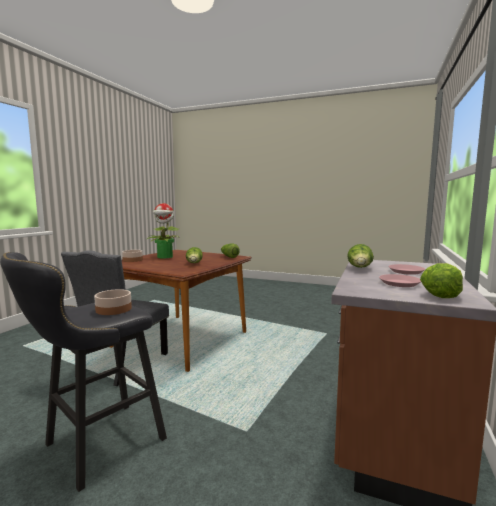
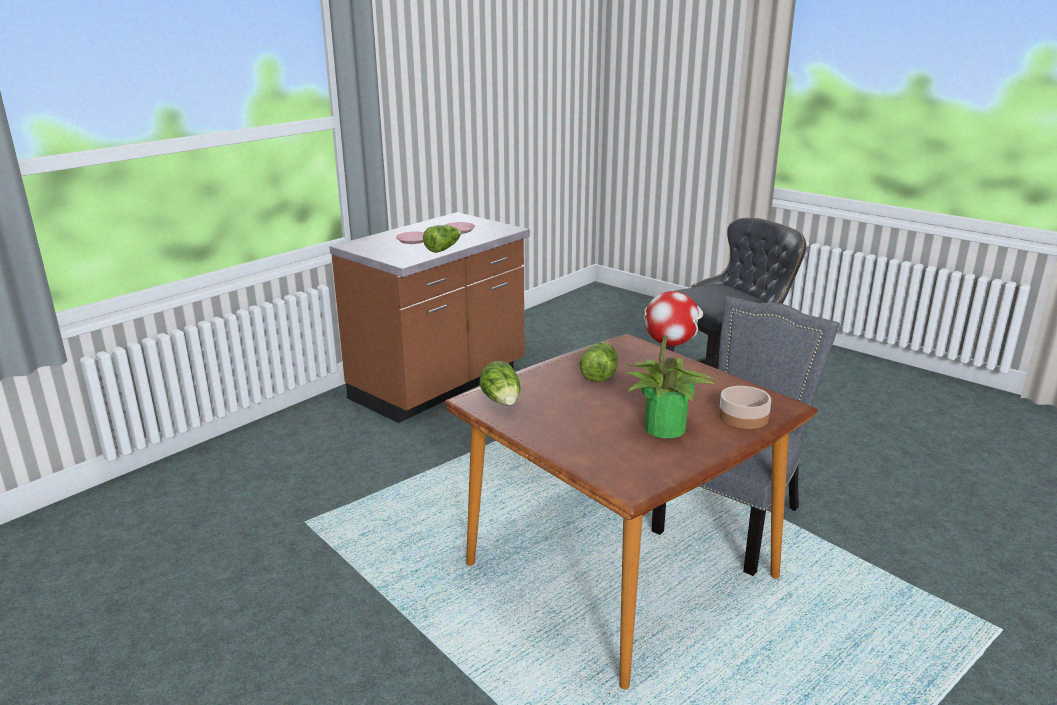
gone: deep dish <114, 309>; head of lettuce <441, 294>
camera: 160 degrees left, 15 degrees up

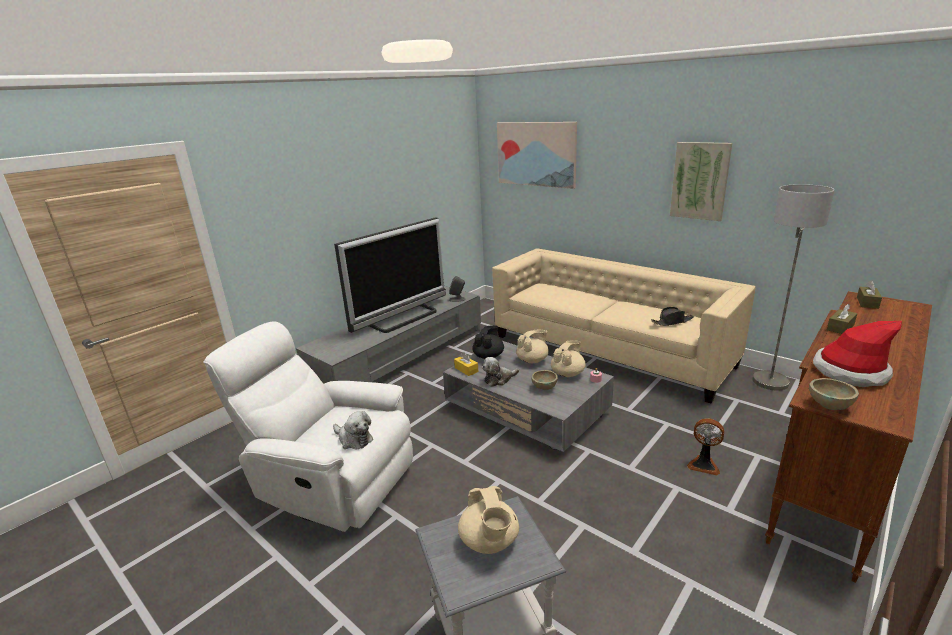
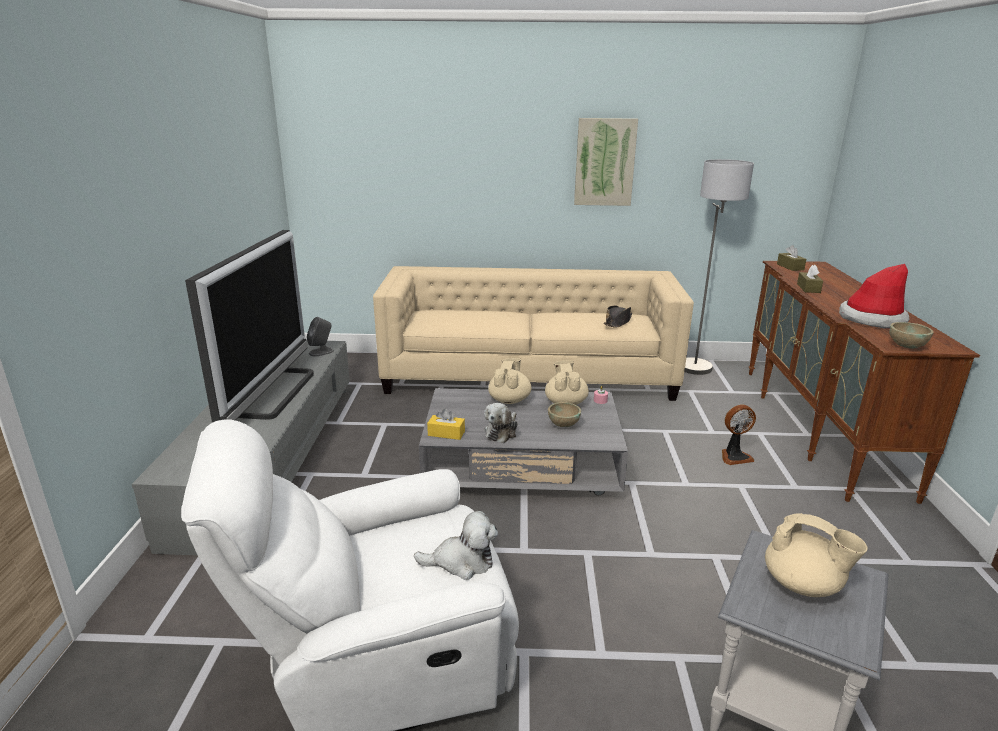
gone: black teapot <488, 356>; wall picture <536, 154>
camera: 40 degrees left, 0 degrees up

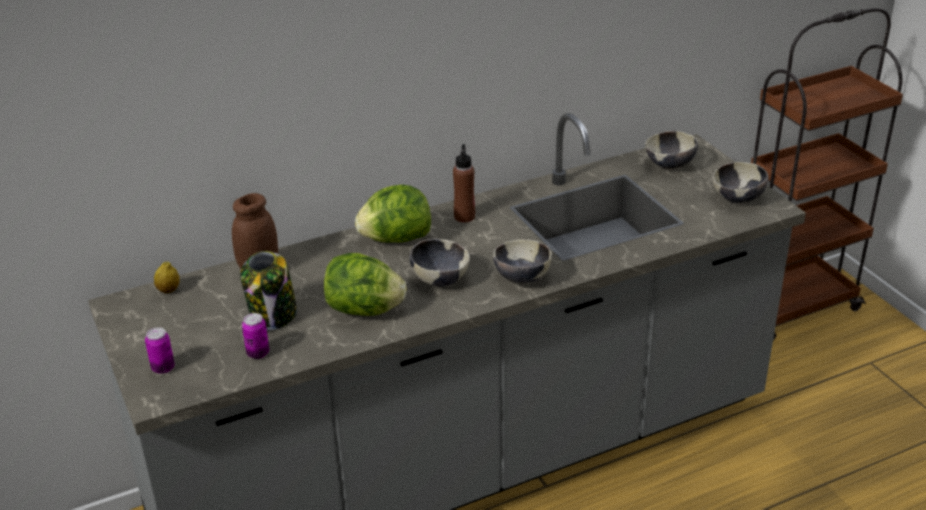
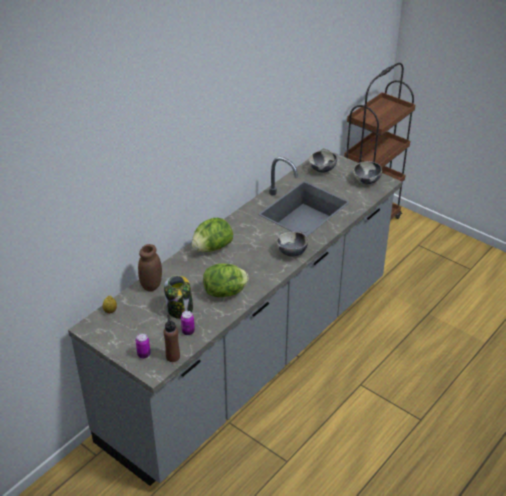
gone: deep dish <439, 279>
shifted: brown-coloured drink bottle <464, 216> to <173, 356>
camera: 25 degrees left, 5 degrees up

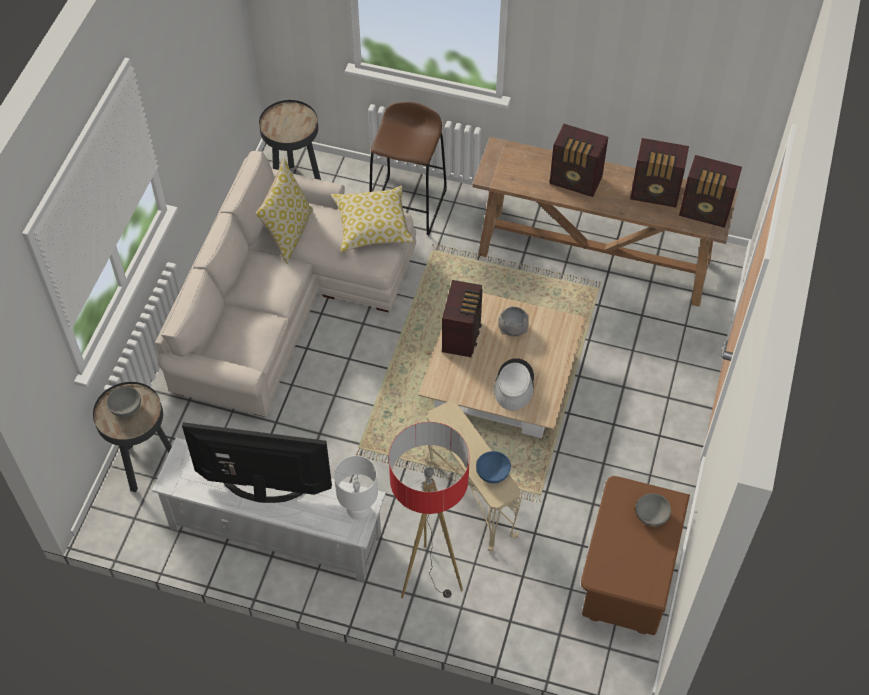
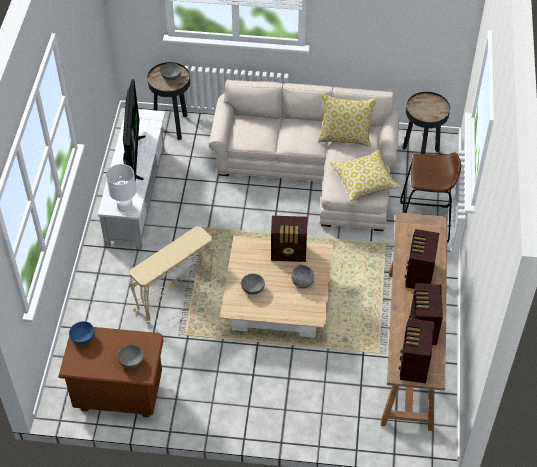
gone: floor lamp <430, 578>
shifted: bluish deep dish <493, 474> to <82, 338>
swapped: greyish hat <514, 385> to greyish deep dish <252, 289>
camera: 80 degrees right, 5 degrees down

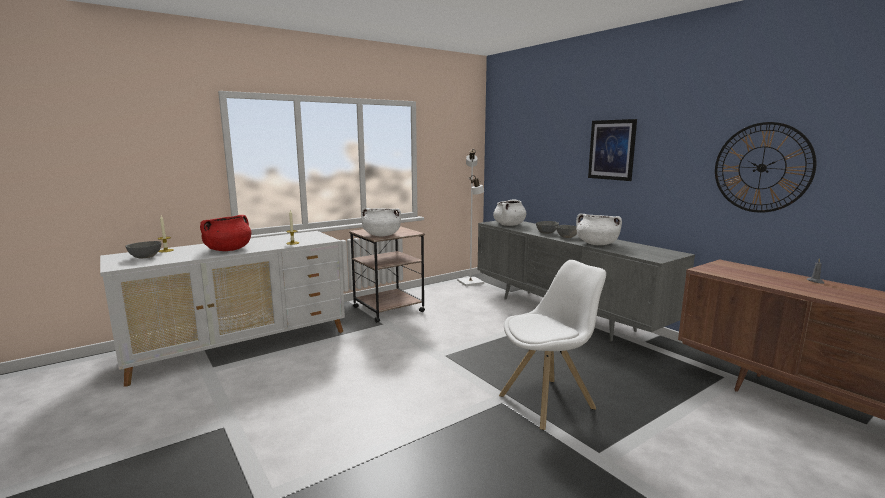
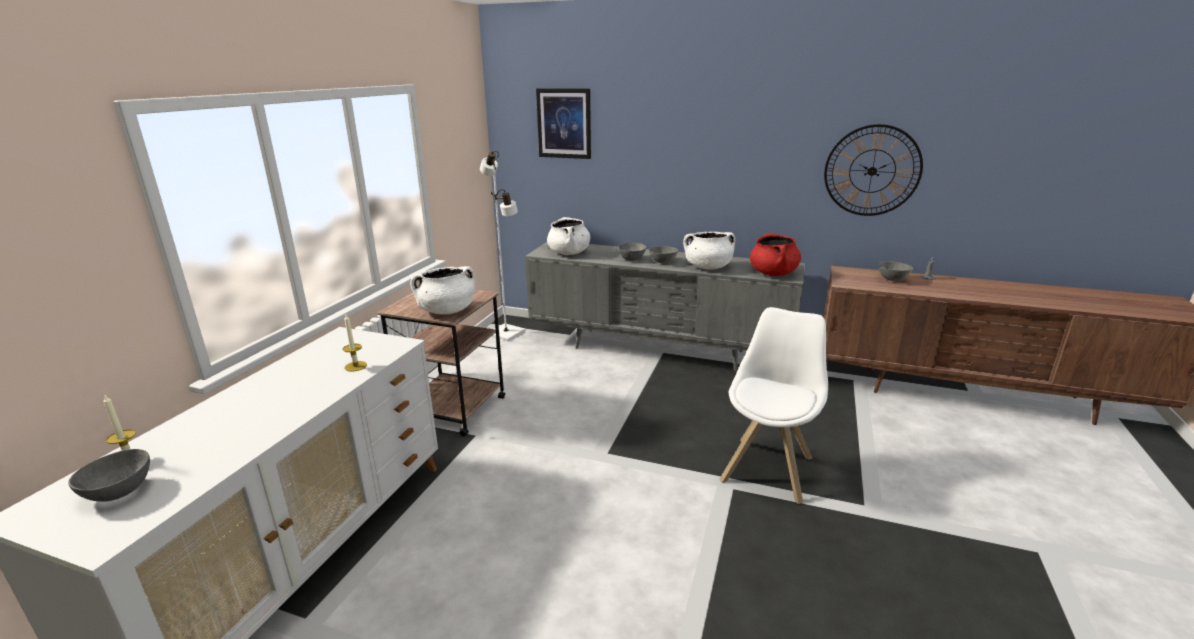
new: greyish deep dish <893, 279>
shifted: wall picture <612, 150> to <564, 123>; reddish saucepot <228, 250> to <773, 273>
camera: 35 degrees left, 10 degrees up

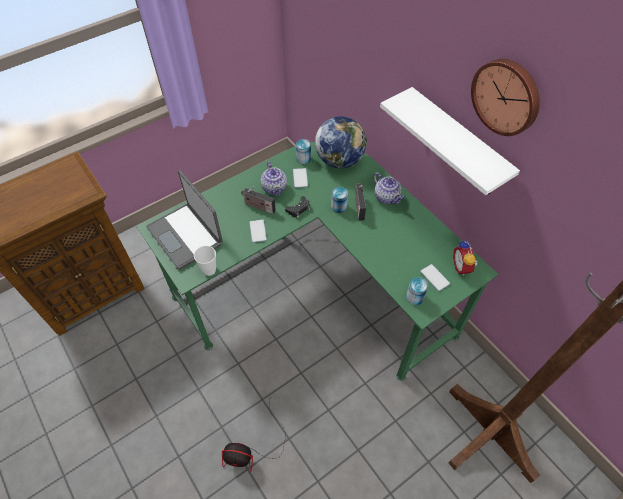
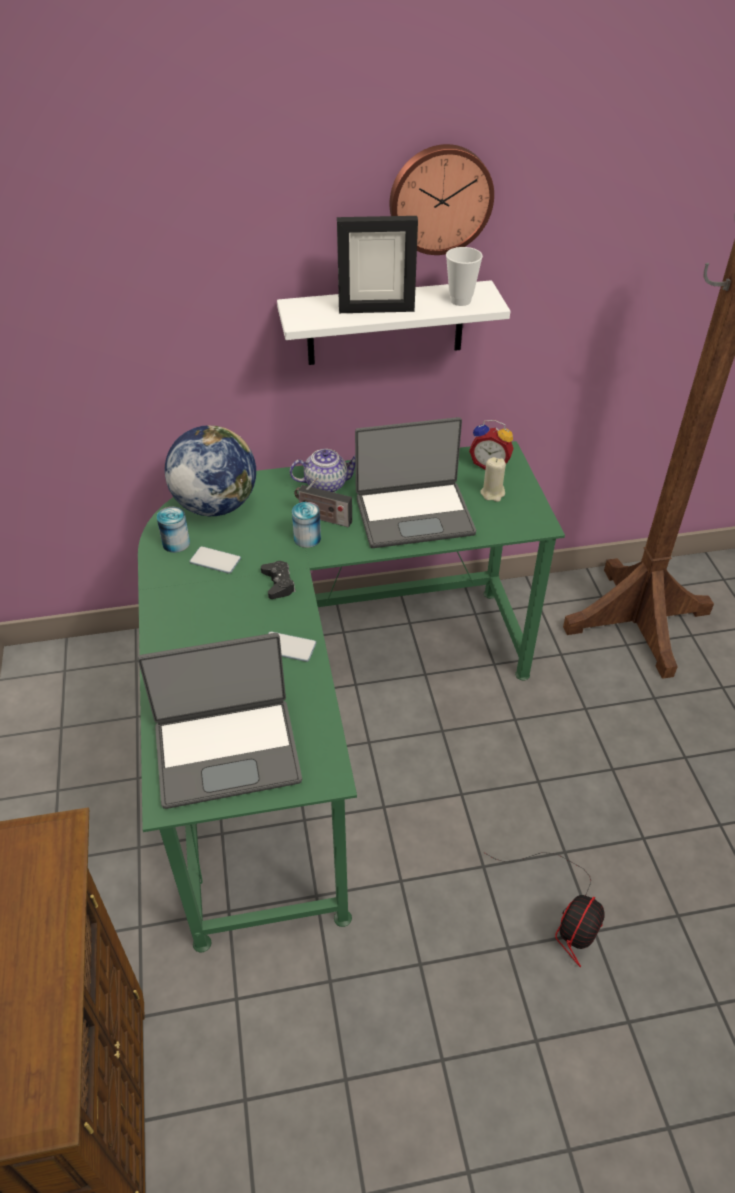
gone: radio <258, 207>; teapot <275, 188>; metal can <414, 297>
new: picture frame <376, 309>; laptop <414, 514>
shifted: cup <209, 270> to <460, 301>
swapped: handset <434, 278> to sand-coloured candle <492, 493>
camera: 65 degrees left, 10 degrees down

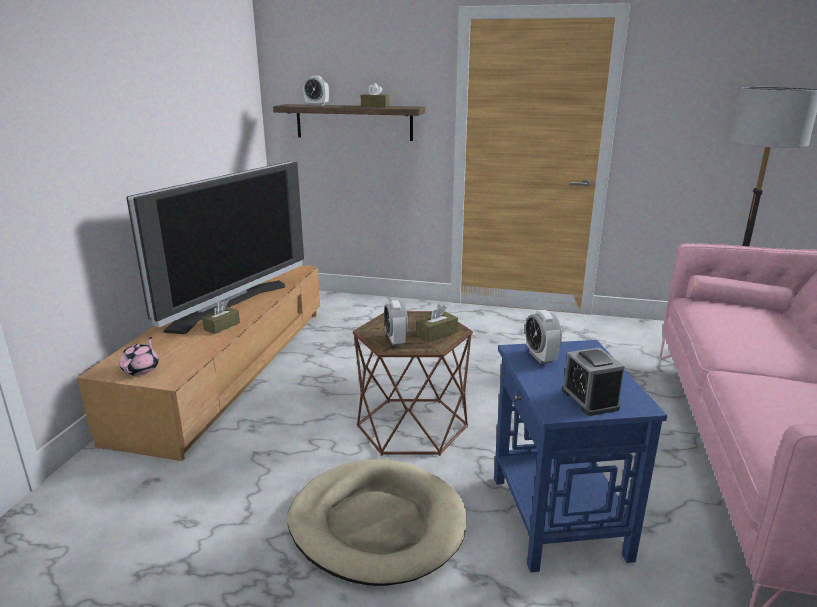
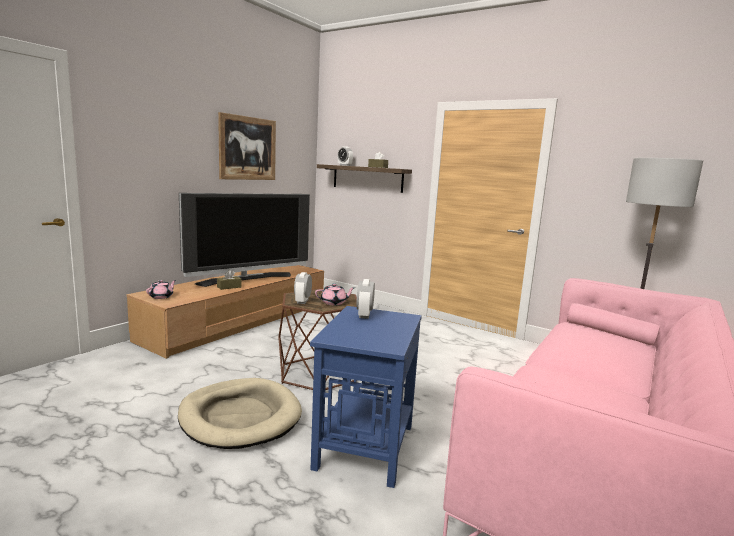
gone: table clock <589, 399>
new: wall picture <248, 148>
swapped: brown-coloured tissue box <437, 333> to pinkish teapot <334, 303>
camera: 20 degrees right, 10 degrees down

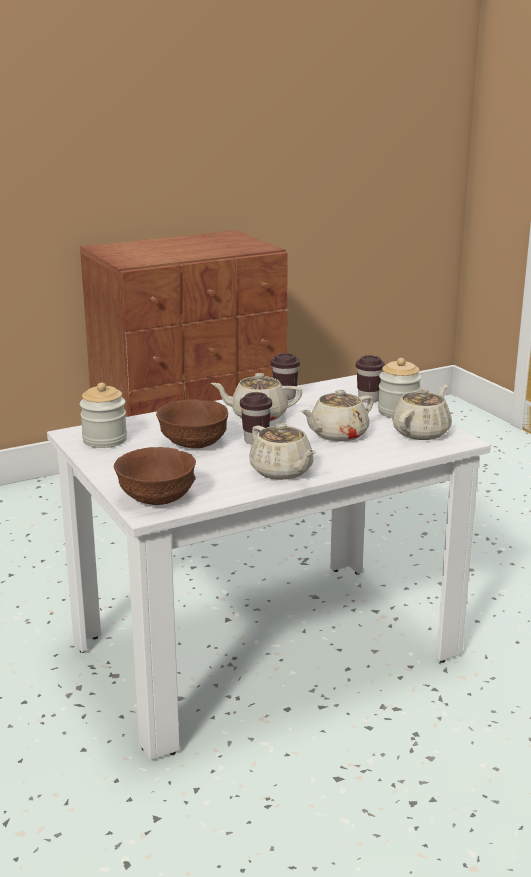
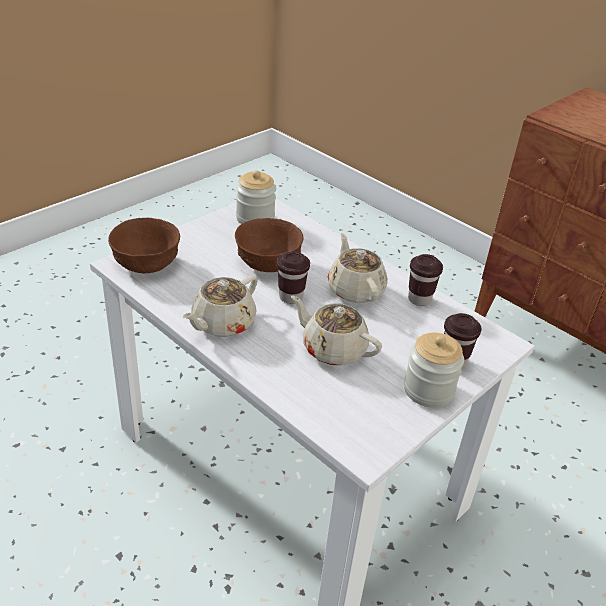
gone: sand-coloured teapot <422, 432>
camera: 70 degrees right, 15 degrees up

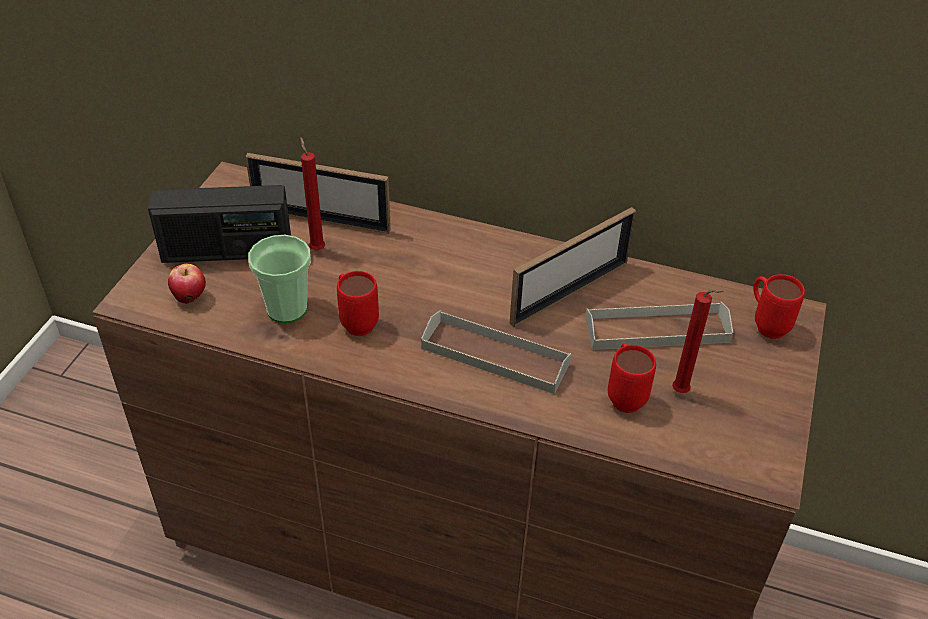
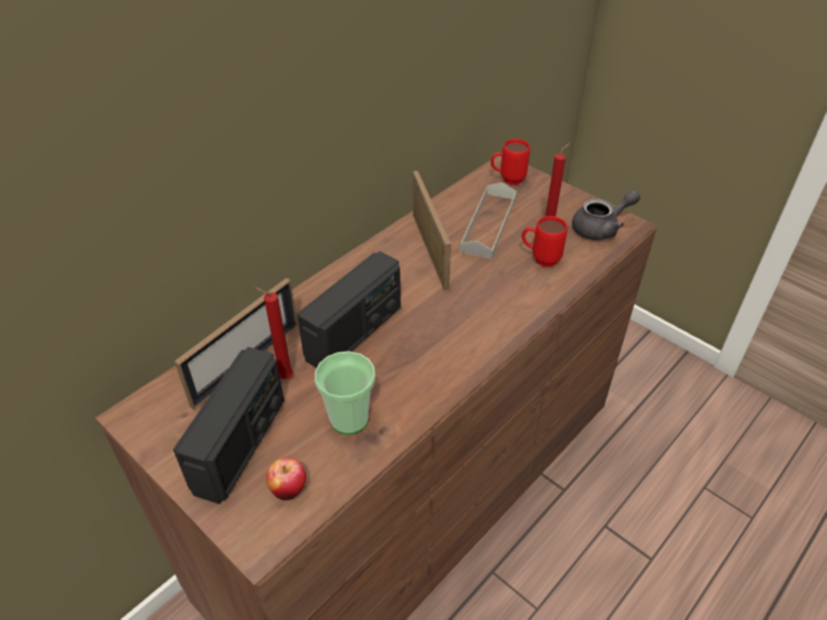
gone: reddish coffee mug <356, 321>; greyish serving tray <495, 356>
new: radio <354, 333>; greyish teapot <601, 228>
camera: 65 degrees left, 0 degrees up

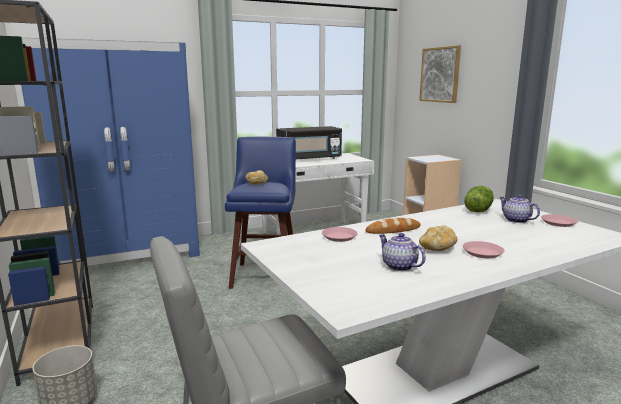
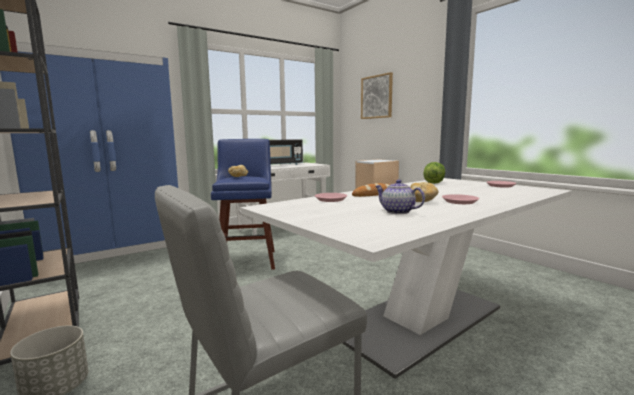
gone: teapot <515, 220>
camera: 10 degrees left, 5 degrees down

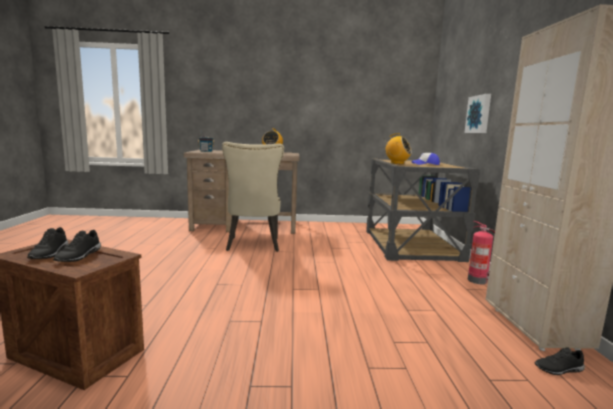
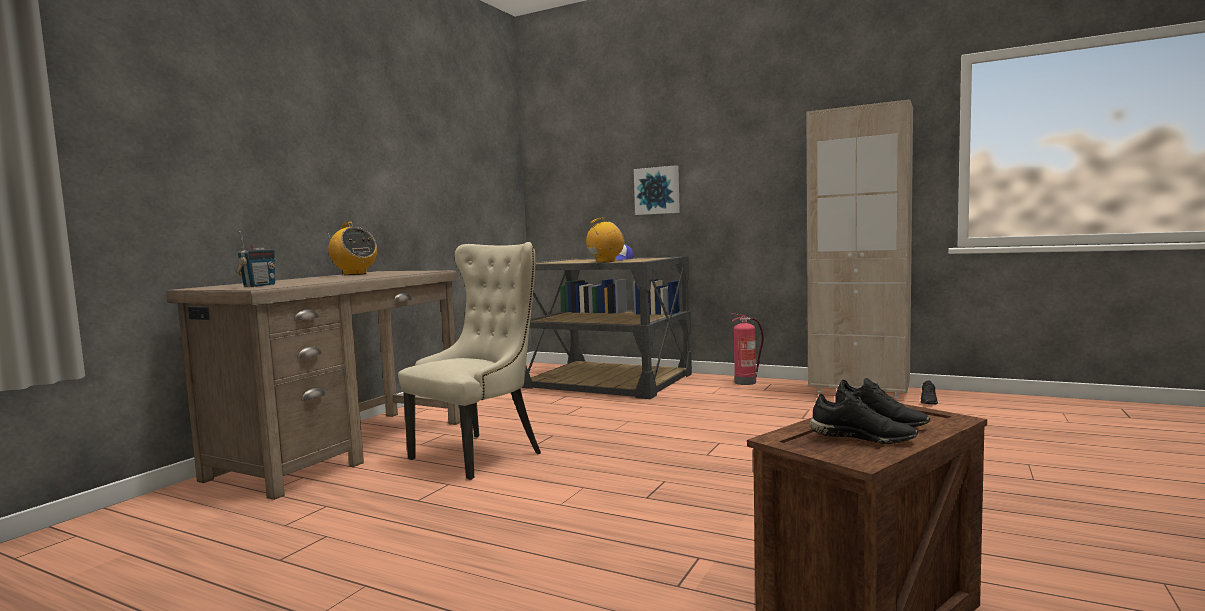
rotated: sand-coloured upright chair <253, 245> = <478, 454> 75 degrees counterclockwise
camera: 60 degrees left, 5 degrees down

